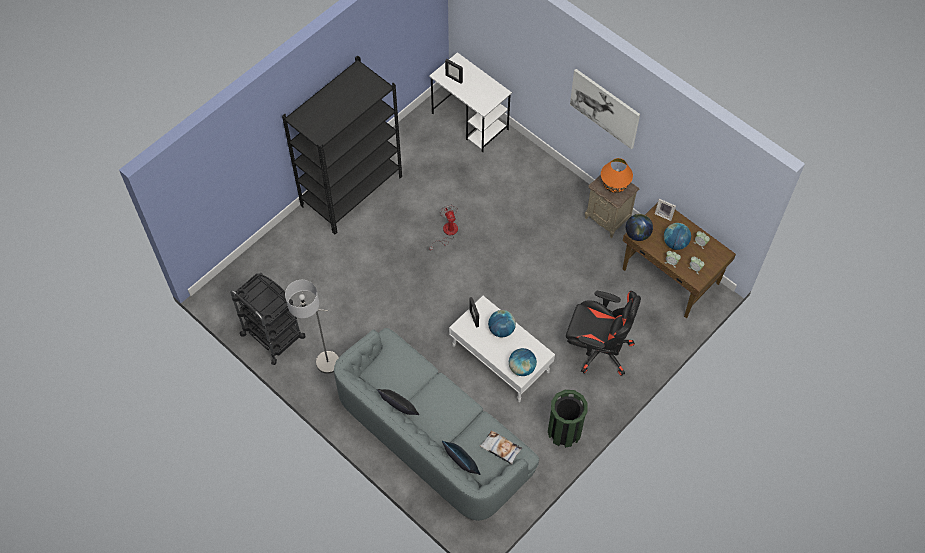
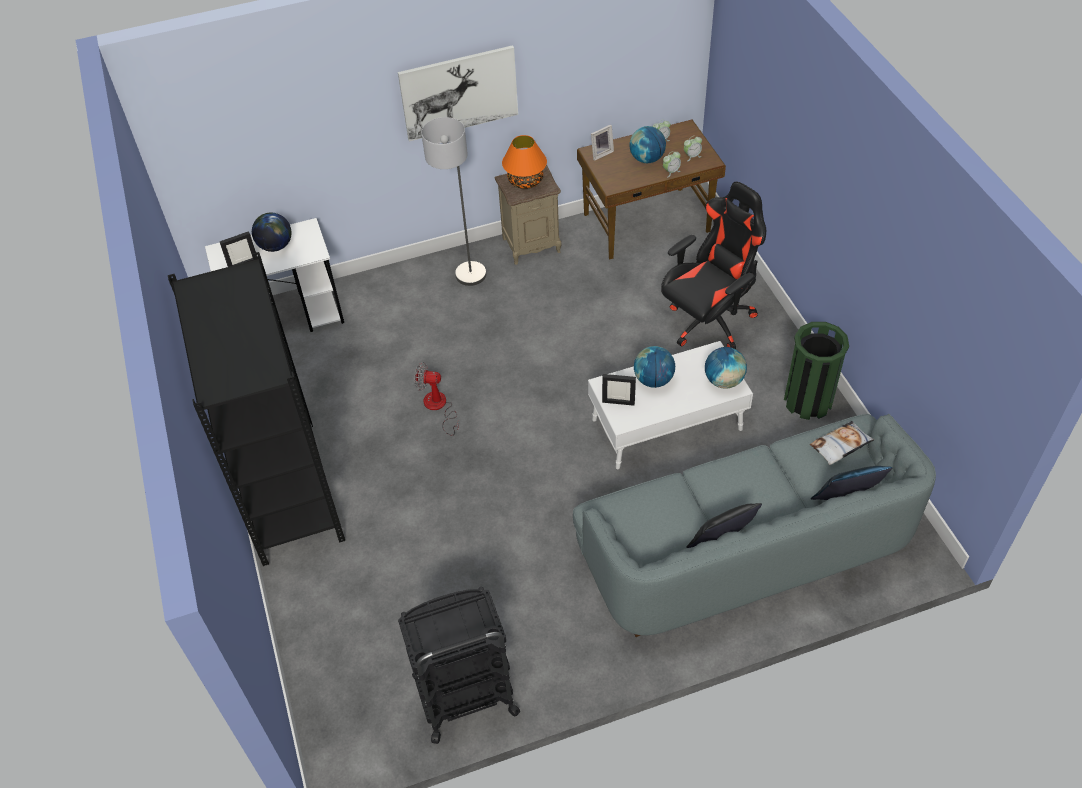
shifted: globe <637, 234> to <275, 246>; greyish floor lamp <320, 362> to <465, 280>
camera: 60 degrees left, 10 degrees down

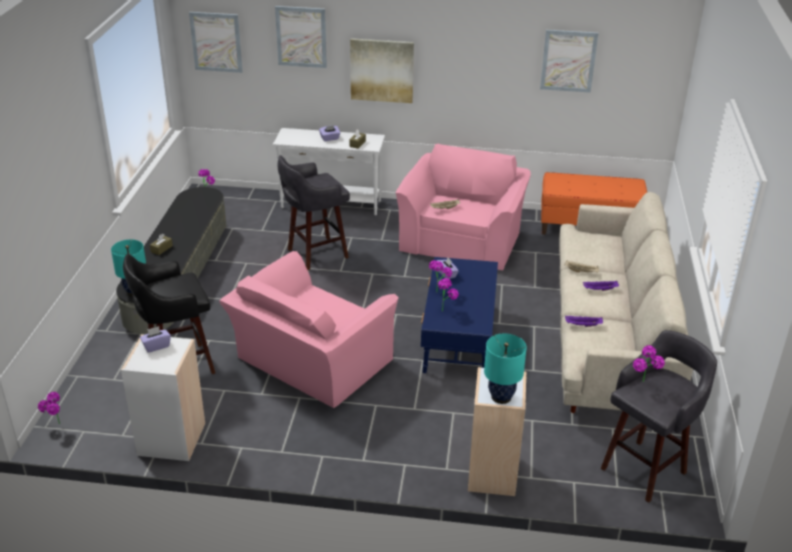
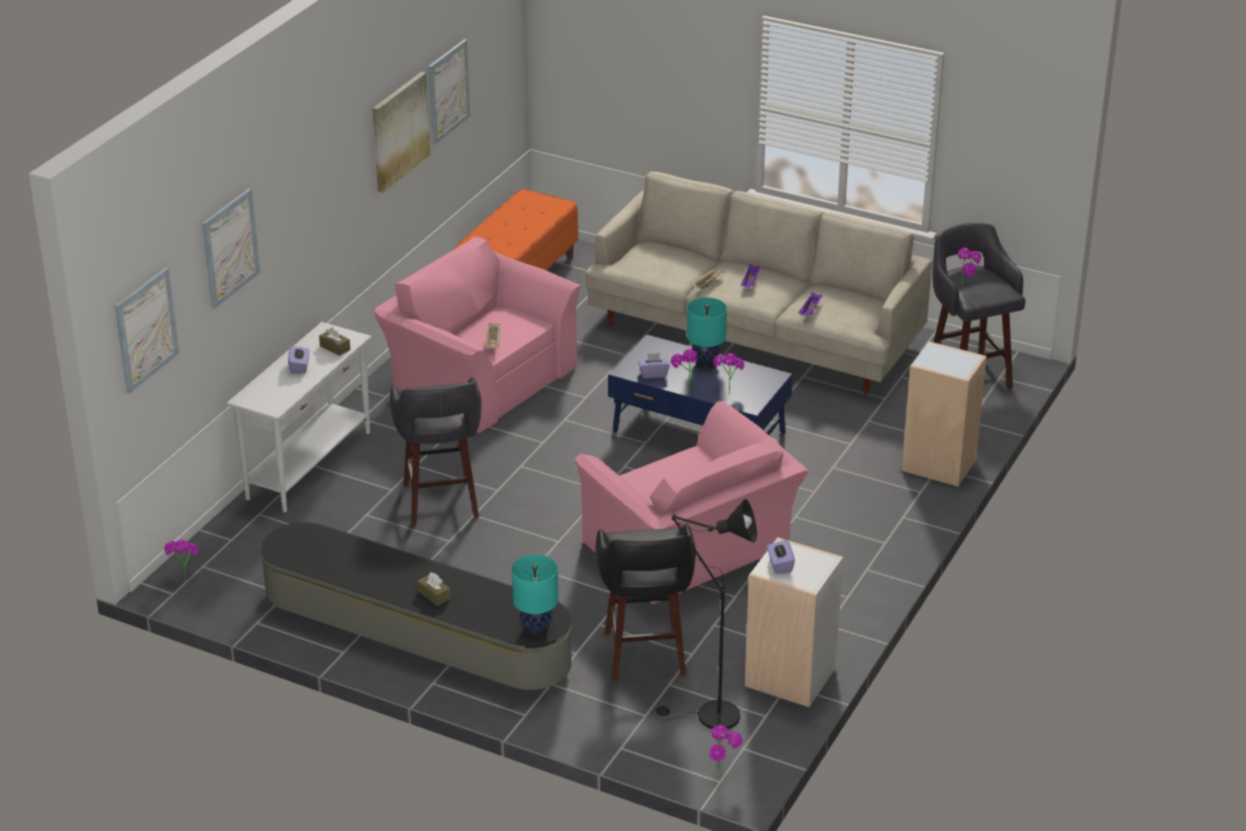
new: black floor lamp <710, 716>
shifted: wall picture <382, 70> to <399, 131>; blue-green lamp for a table <501, 397> to <705, 364>
camera: 70 degrees left, 0 degrees up

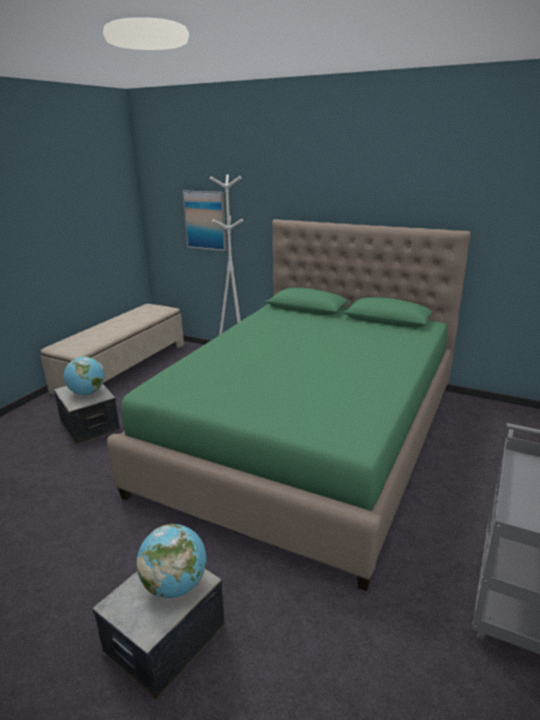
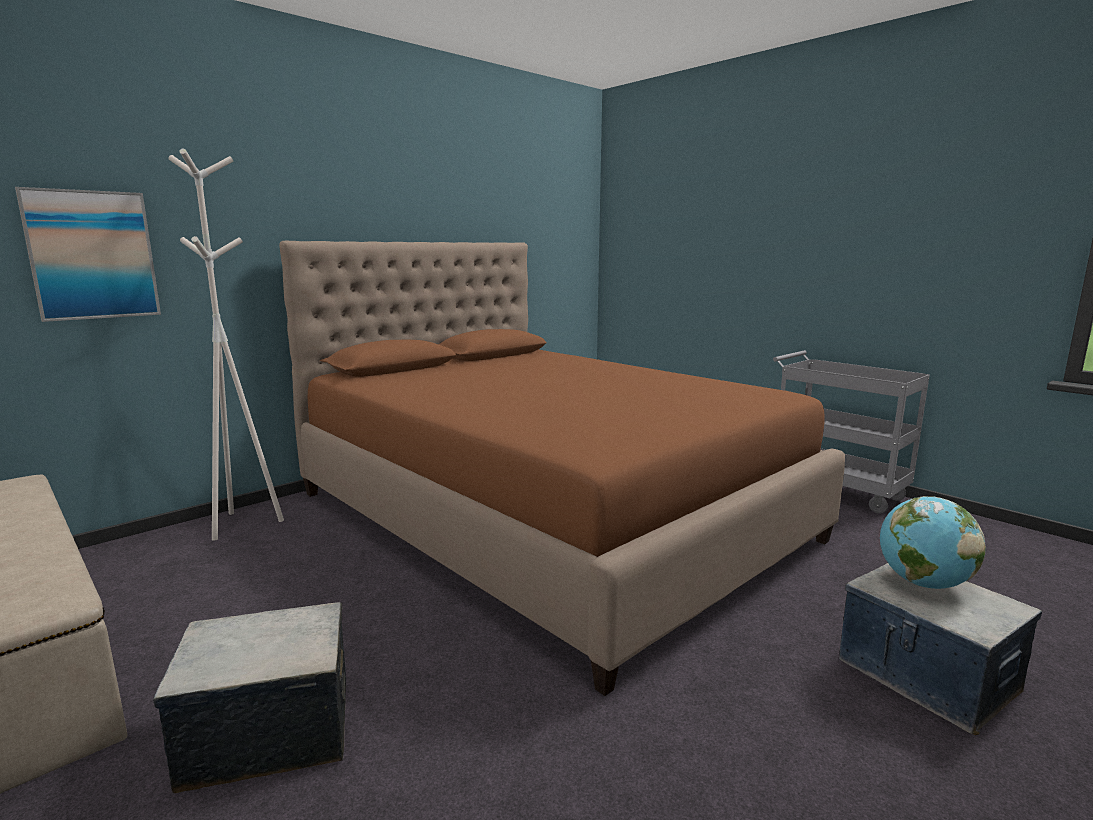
gone: globe <87, 393>
repainted: green sleeping bed <309, 437> to brown-coloured sleeping bed <545, 515>
camera: 70 degrees left, 10 degrees down

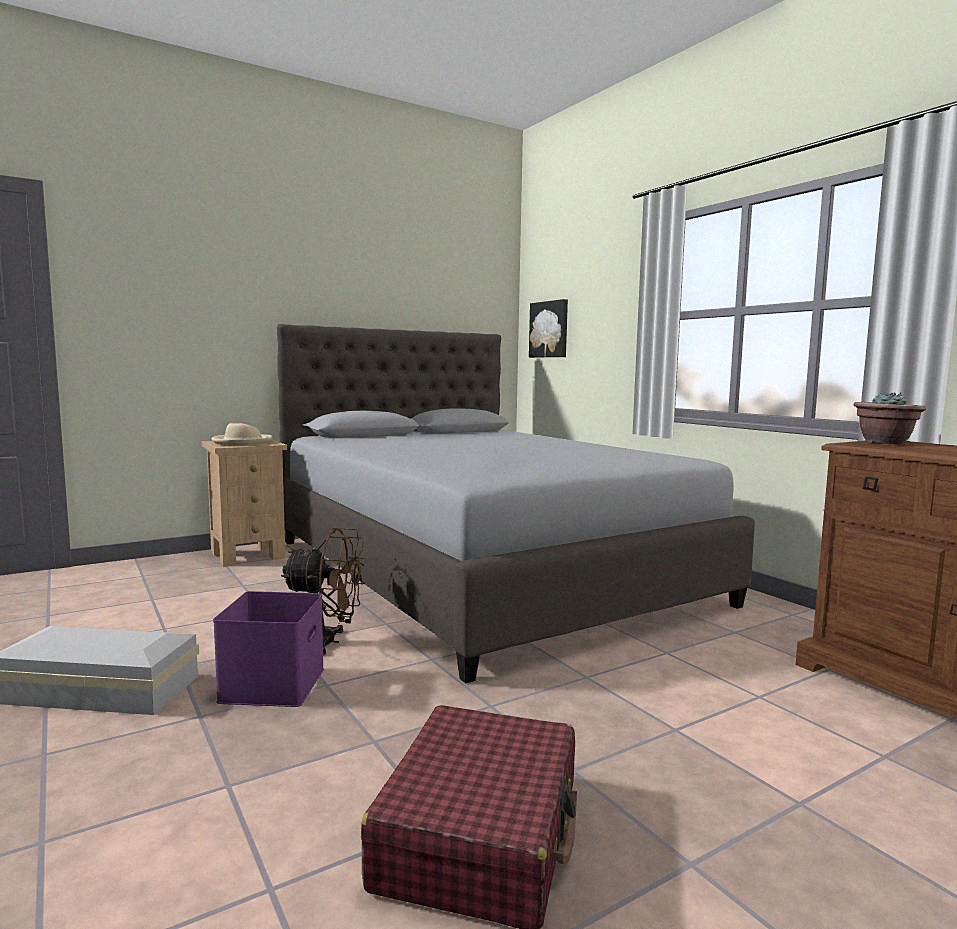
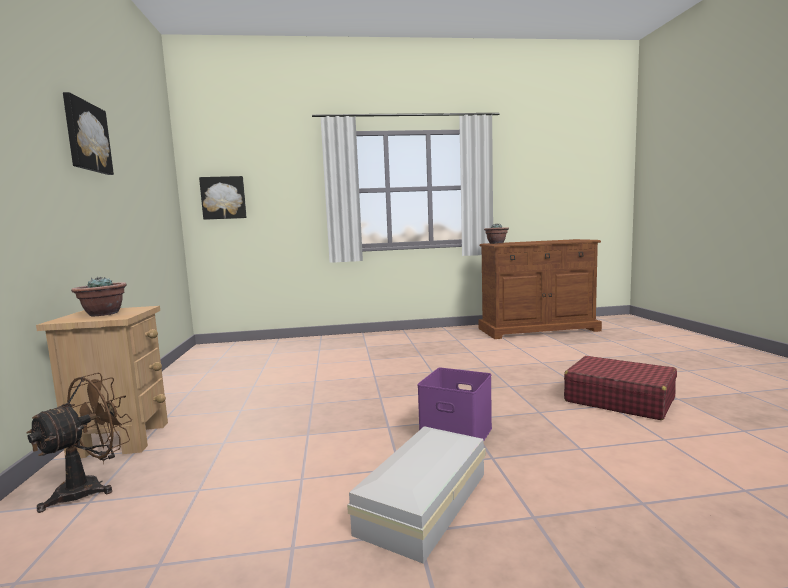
gone: greyish sleeping bed <482, 570>
new: wall picture <86, 137>
shifted: brown-coloured cooling fan <327, 642> to <90, 487>
swapped: sand-coloured hat <242, 442> to plant in a pot <103, 314>
camera: 65 degrees left, 0 degrees up

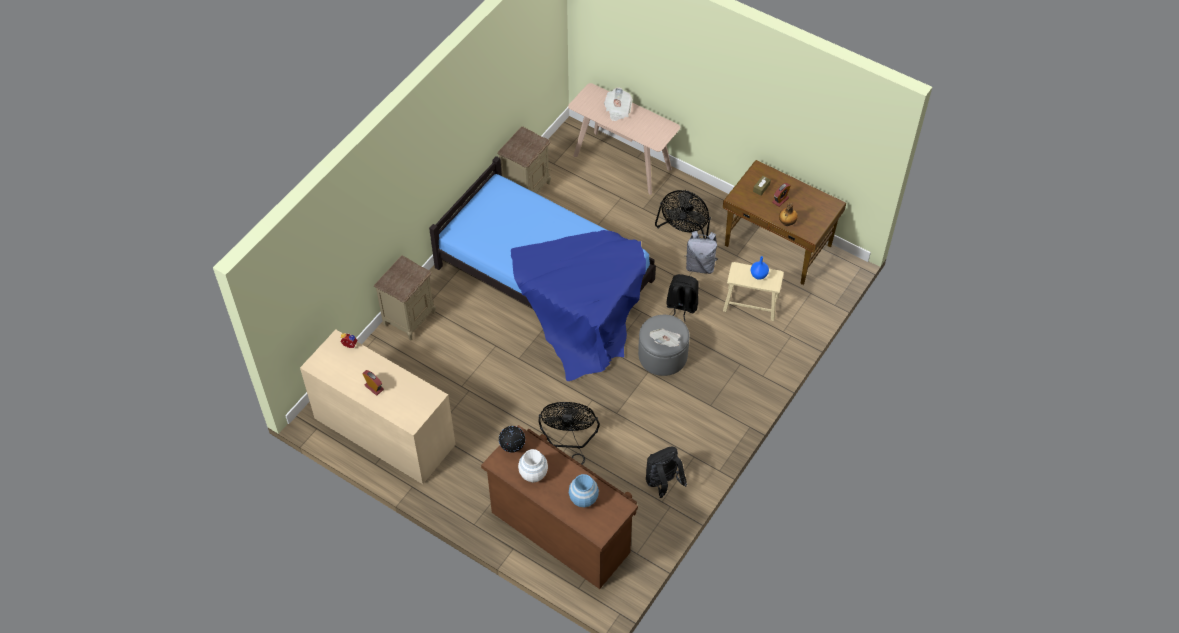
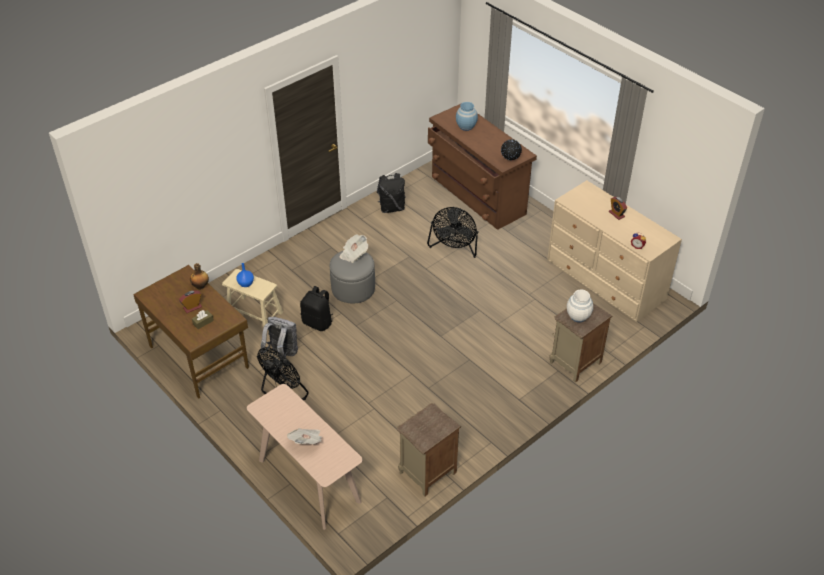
gone: sleeping bed <550, 282>
shifted: white decorative vase <533, 474> to <578, 316>
camera: 165 degrees left, 10 degrees down

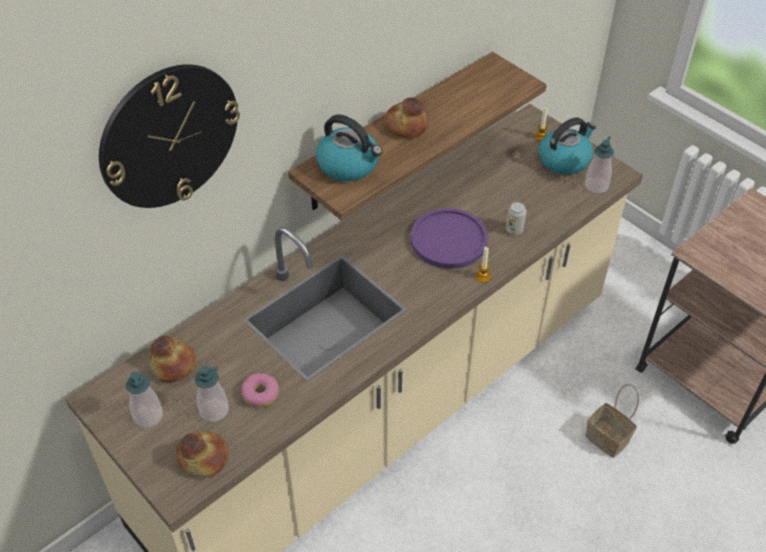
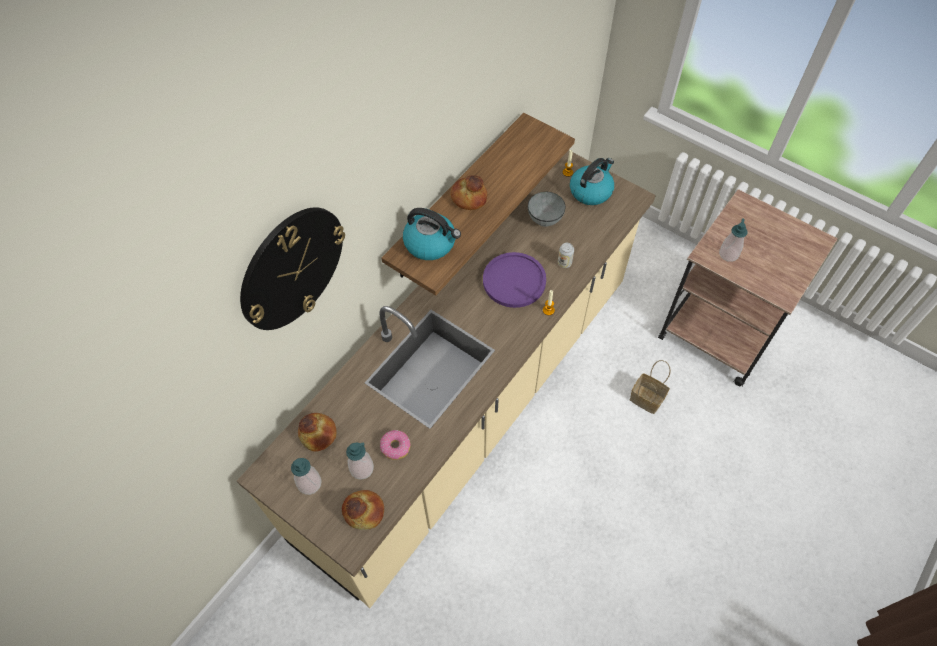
new: greyish deep dish <544, 220>
shifted: soap dispenser <596, 186> to <728, 254>
camera: 10 degrees left, 10 degrees up

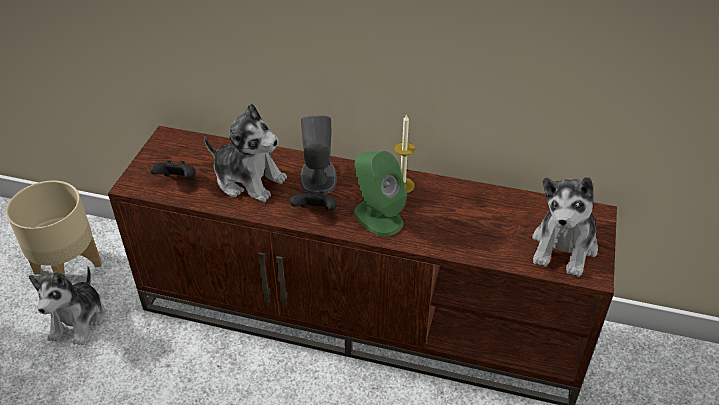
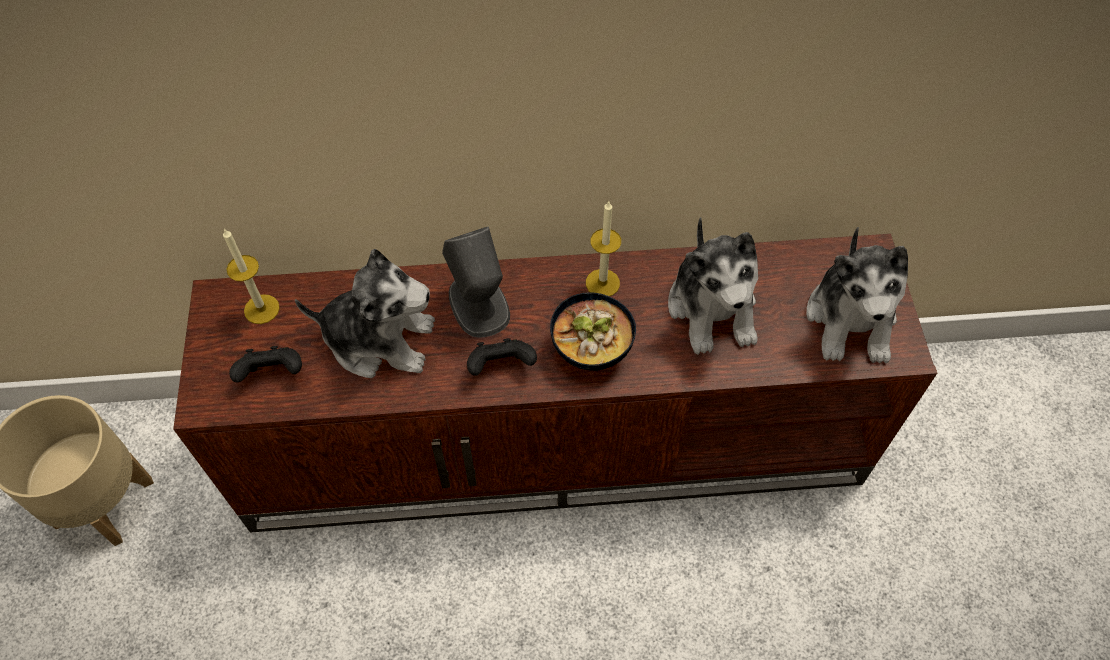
new: candle <261, 309>
shifted: soft toy <78, 320> to <712, 308>
swapped: green audio speaker <377, 217> to deep dish <591, 348>
camera: 20 degrees left, 15 degrees up

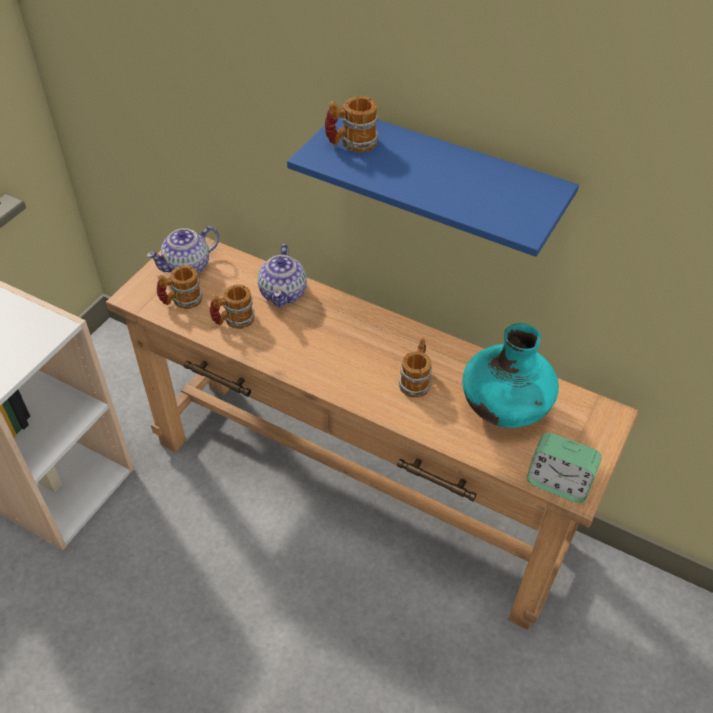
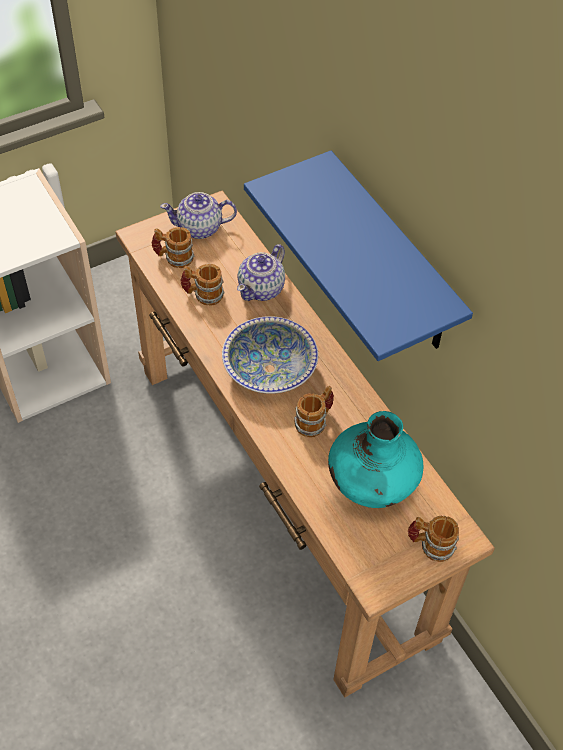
gone: table clock <558, 483>
new: deep dish <269, 369>
shifted: coffee mug <351, 143> to <430, 545>
camera: 30 degrees right, 5 degrees up

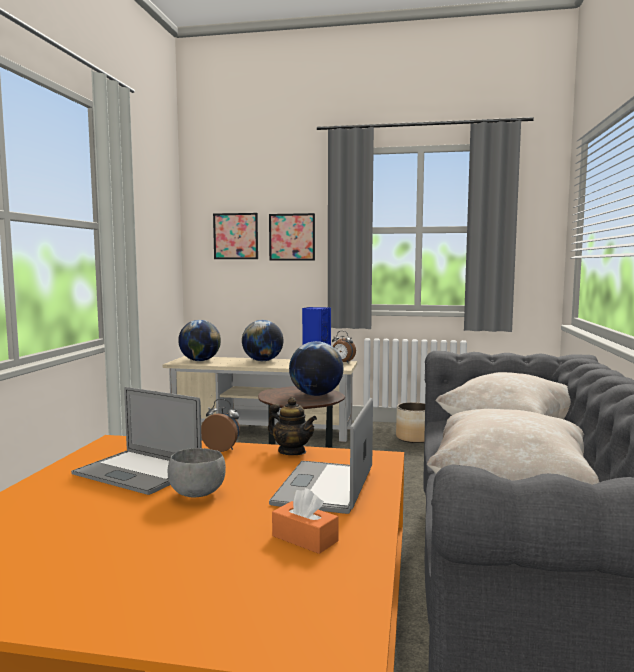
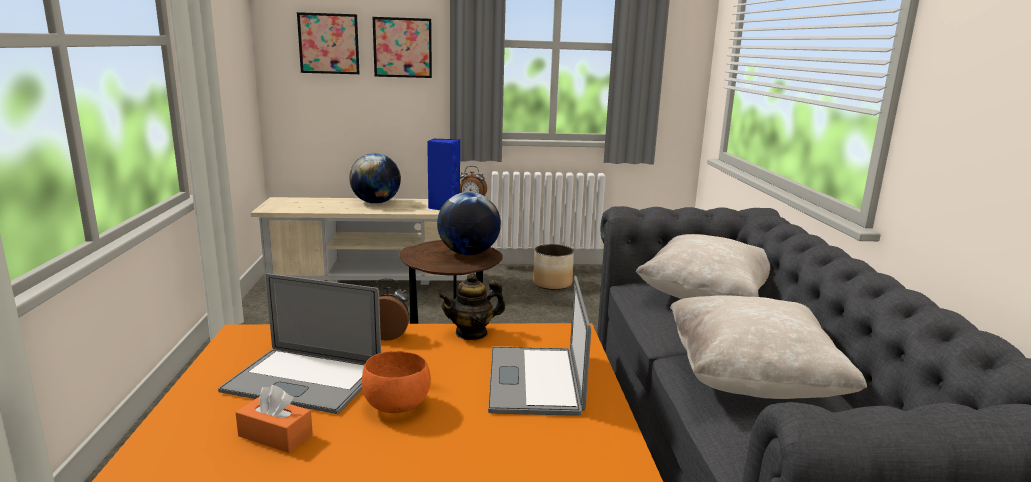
gone: globe <200, 361>
shifted: orange tissue box <304, 538> to <275, 435>
repainted: greyish deep dish <196, 494> to orange deep dish <395, 406>
rotated: teapot <292, 452> = <471, 333> 135 degrees clockwise
camera: 15 degrees left, 10 degrees up

